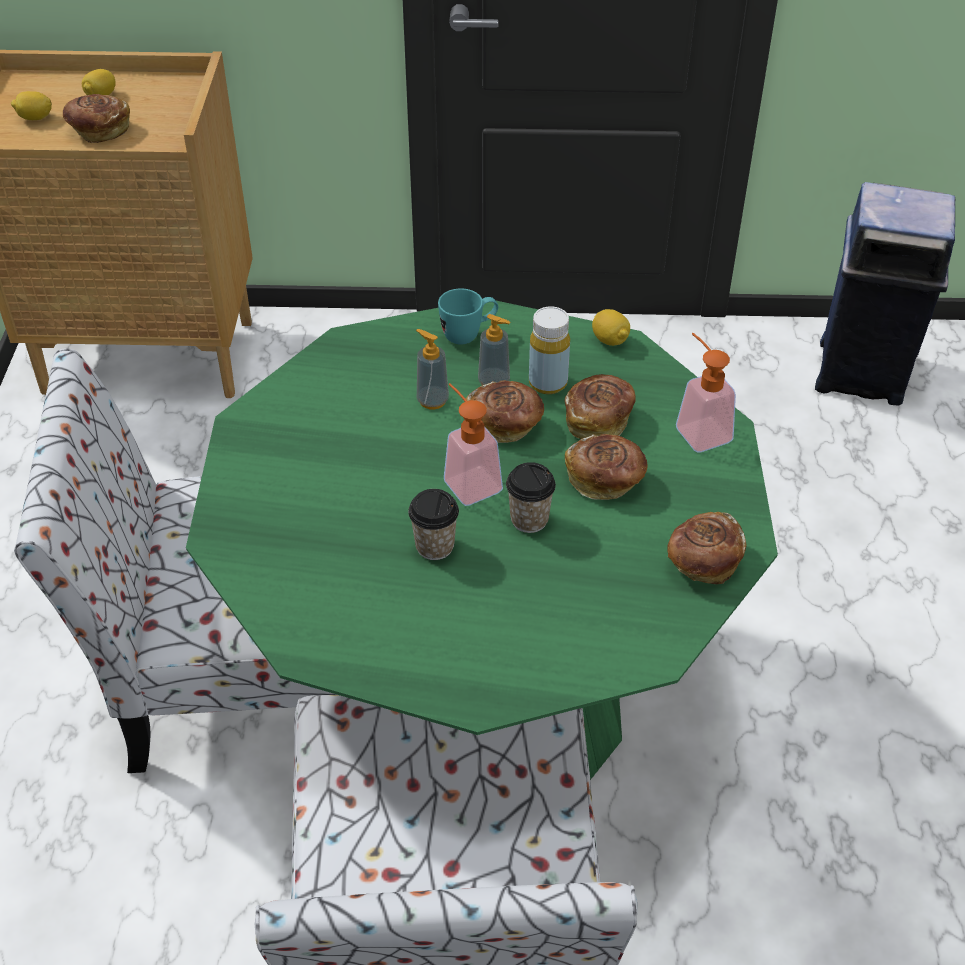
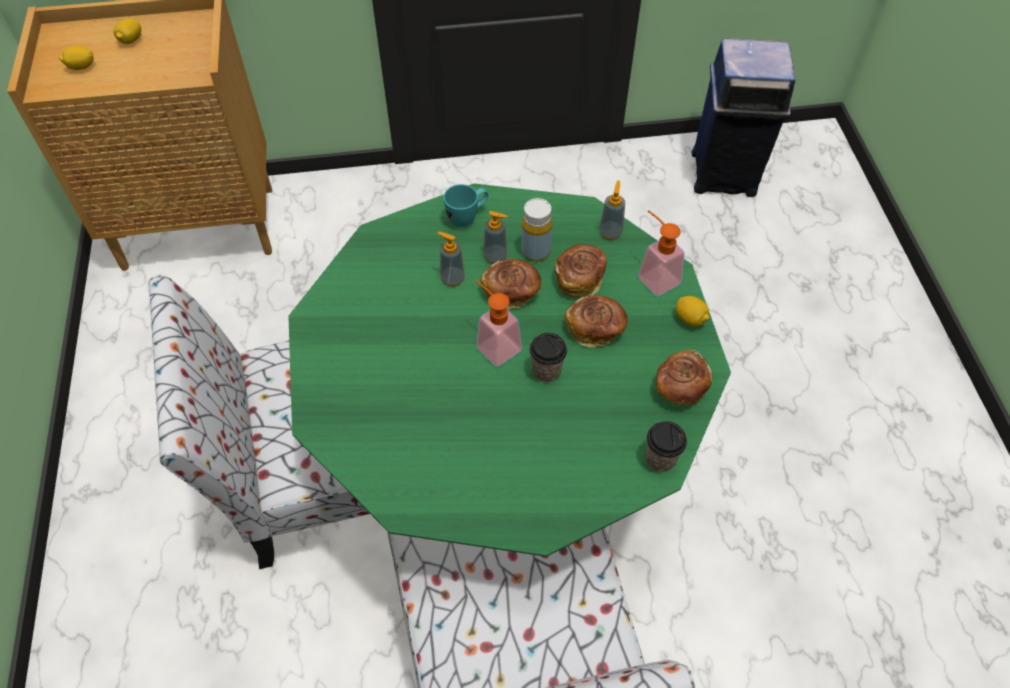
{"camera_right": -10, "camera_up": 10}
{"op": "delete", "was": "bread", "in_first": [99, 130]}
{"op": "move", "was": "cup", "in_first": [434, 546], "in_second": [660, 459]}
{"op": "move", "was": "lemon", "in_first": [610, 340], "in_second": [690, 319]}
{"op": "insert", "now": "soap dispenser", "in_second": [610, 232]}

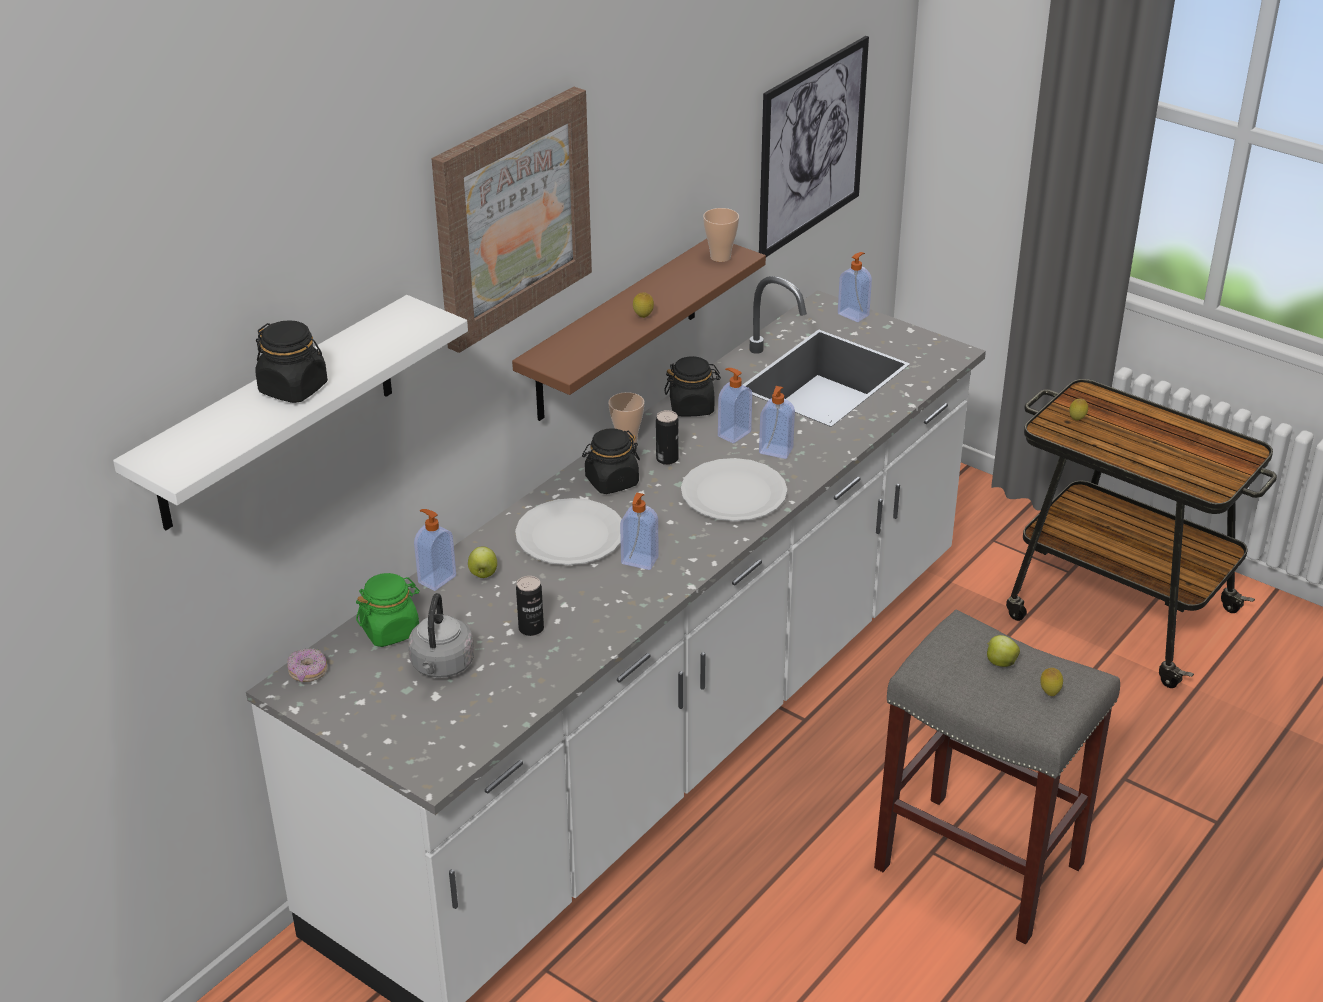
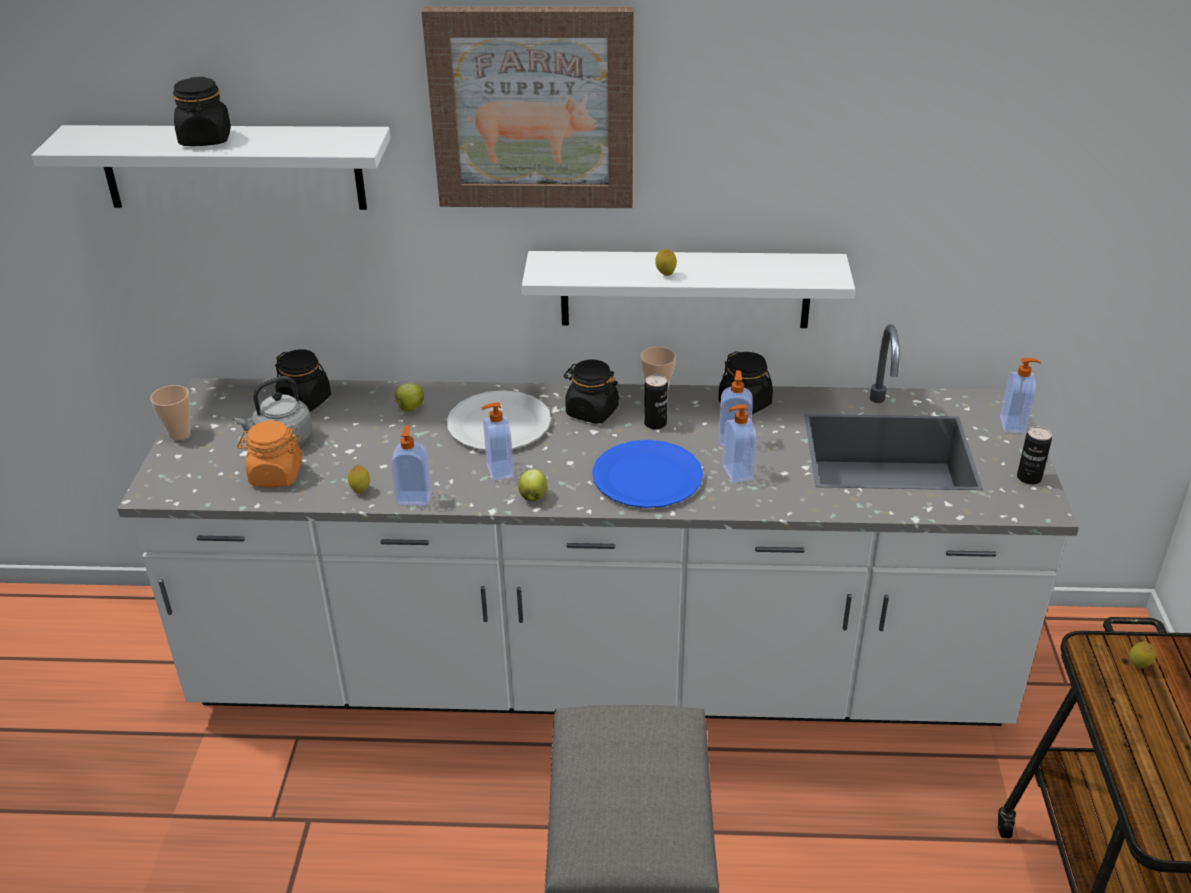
{"camera_right": 55, "camera_up": 0}
{"op": "delete", "was": "donut", "in_first": [308, 672]}
{"op": "recolor", "was": "green jar", "now": "black jar", "in_first": [391, 630], "in_second": [305, 401]}
{"op": "move", "was": "soap dispenser", "in_first": [436, 579], "in_second": [414, 497]}
{"op": "recolor", "was": "brown shelf", "now": "white shelf", "in_first": [617, 330], "in_second": [685, 289]}
{"op": "move", "was": "can", "in_first": [531, 628], "in_second": [1029, 478]}
{"op": "recolor", "was": "white plate", "now": "blue plate", "in_first": [733, 493], "in_second": [647, 477]}
{"op": "move", "was": "cup", "in_first": [720, 257], "in_second": [179, 434]}
{"op": "delete", "was": "picture", "in_first": [812, 147]}
{"op": "move", "was": "apple", "in_first": [1000, 662], "in_second": [533, 496]}
{"op": "move", "was": "lemon", "in_first": [1049, 693], "in_second": [360, 491]}
{"op": "insert", "now": "orange jar", "in_second": [275, 476]}

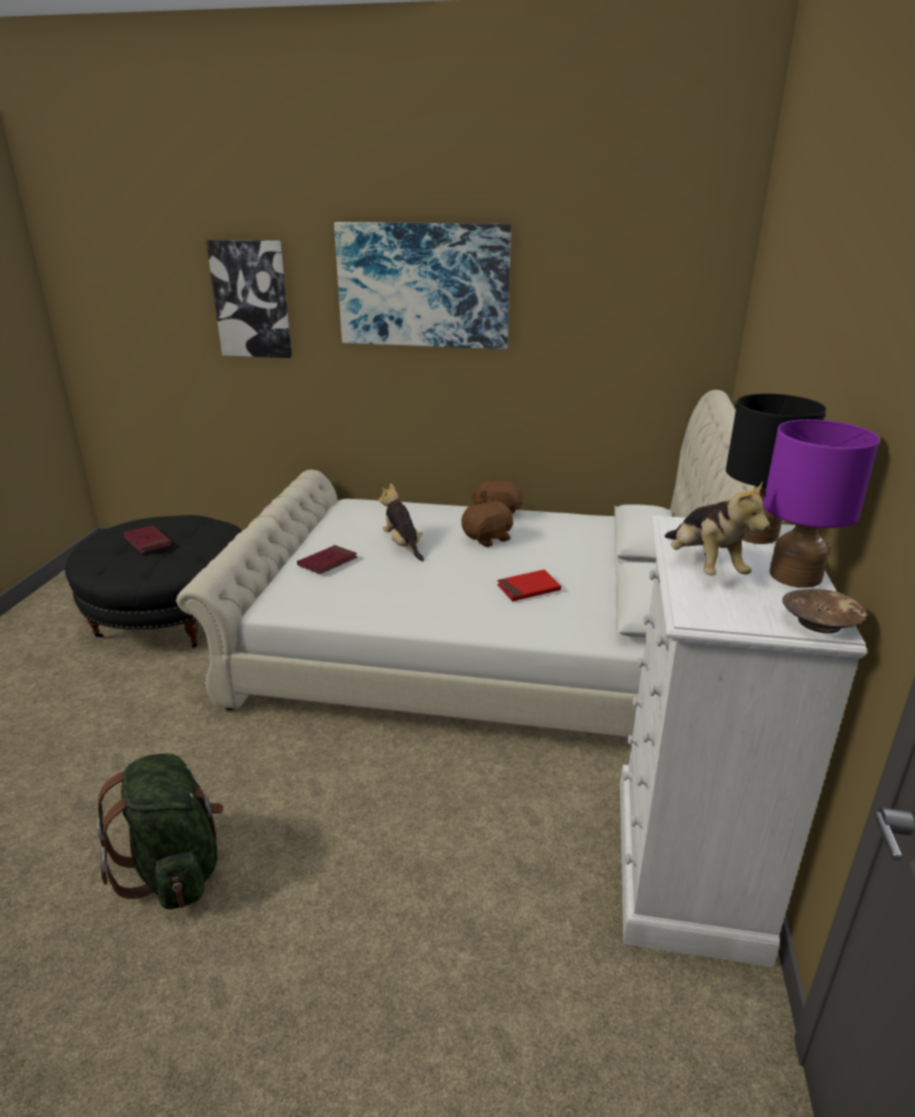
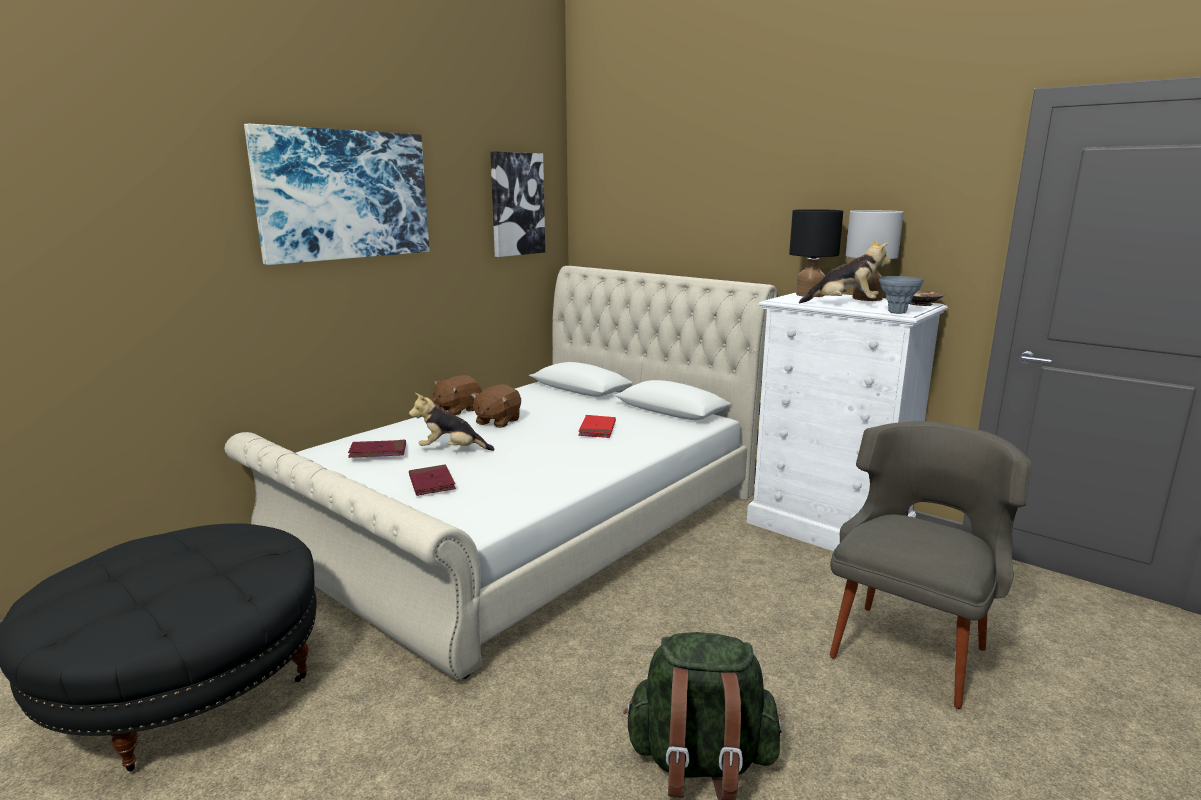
{"camera_right": -60, "camera_up": -10}
{"op": "move", "was": "red book", "in_first": [148, 542], "in_second": [378, 452]}
{"op": "move", "was": "picture", "in_first": [251, 299], "in_second": [516, 204]}
{"op": "rotate", "was": "brown plush toy", "in_first": [488, 539], "in_second": [497, 421], "clockwise": -150}
{"op": "recolor", "was": "purple table lamp", "now": "grey table lamp", "in_first": [794, 576], "in_second": [867, 299]}
{"op": "insert", "now": "grey chair", "in_second": [907, 654]}
{"op": "insert", "now": "grey vase", "in_second": [897, 312]}

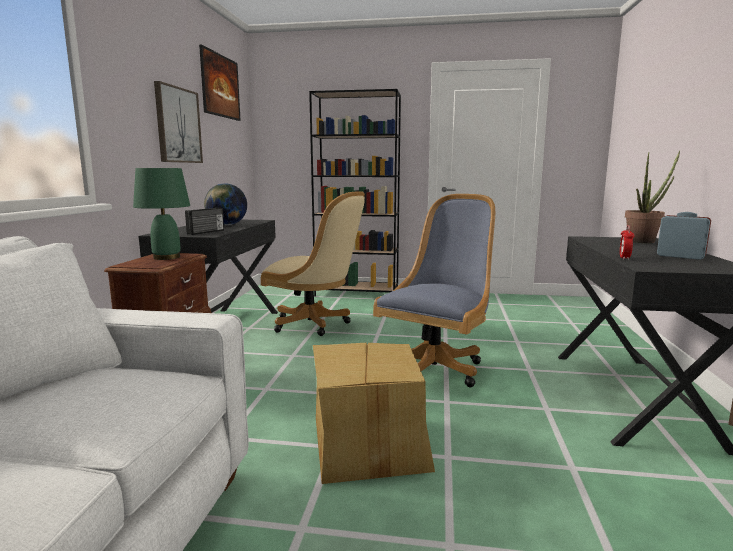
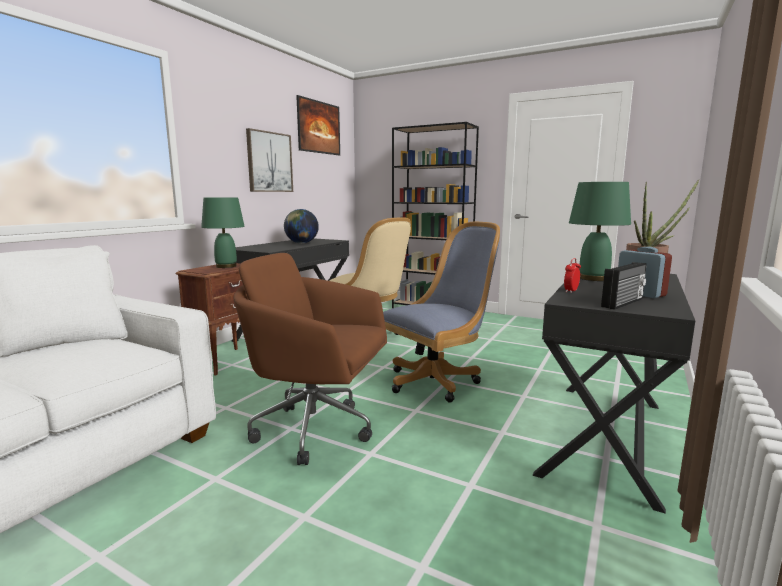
{"camera_right": 20, "camera_up": 0}
{"op": "move", "was": "radio", "in_first": [206, 232], "in_second": [624, 303]}
{"op": "replace", "was": "cardboard box", "now": "brown office chair", "in_first": [369, 444], "in_second": [319, 432]}
{"op": "insert", "now": "green table lamp", "in_second": [593, 278]}

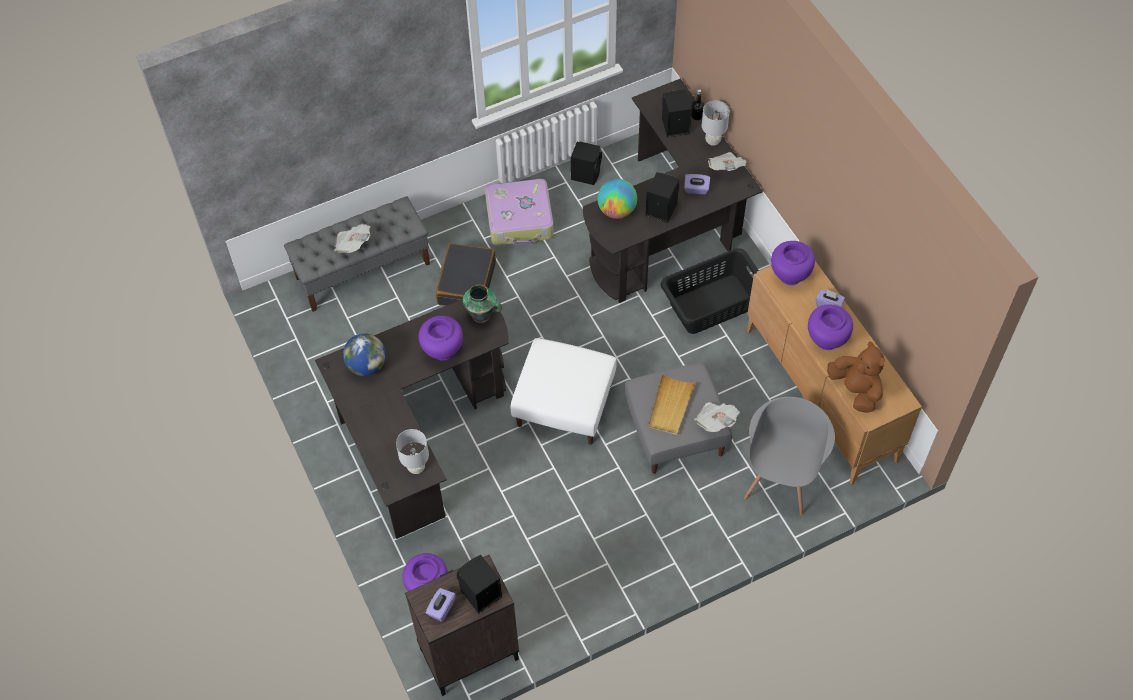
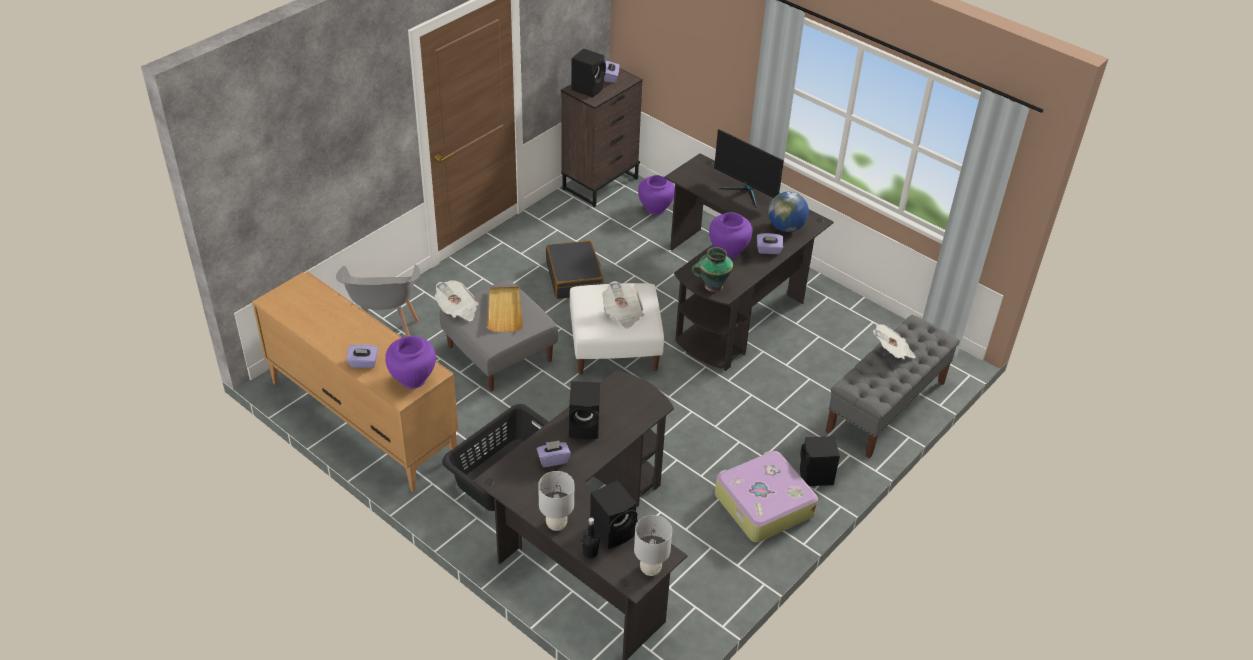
{"camera_right": 155, "camera_up": -15}
{"op": "move", "was": "grey table lamp", "in_first": [417, 468], "in_second": [649, 569]}
{"op": "move", "was": "black suitcase", "in_first": [466, 283], "in_second": [574, 278]}
{"op": "move", "was": "black speaker", "in_first": [586, 173], "in_second": [816, 476]}
{"op": "delete", "was": "globe", "in_first": [616, 211]}
{"op": "move", "was": "newspaper", "in_first": [726, 168], "in_second": [622, 313]}
{"op": "delete", "was": "purple vase", "in_first": [826, 341]}
{"op": "delete", "was": "brown plush toy", "in_first": [855, 390]}
{"op": "insert", "now": "monitor", "in_second": [746, 192]}
{"op": "insert", "now": "purple tissue box", "in_second": [768, 250]}

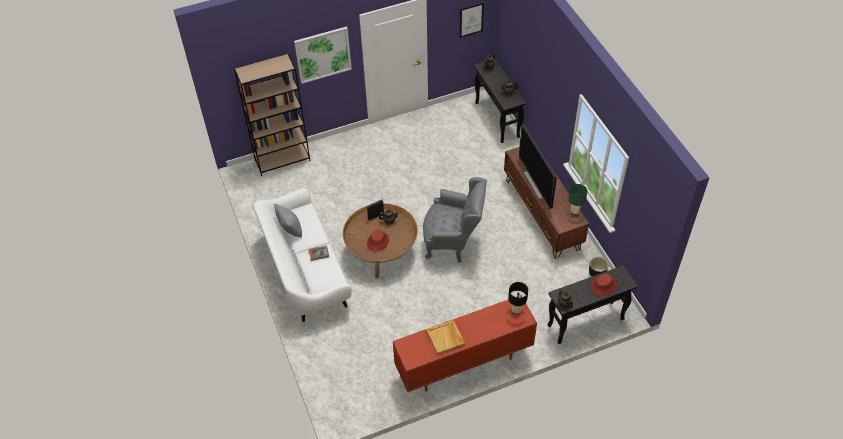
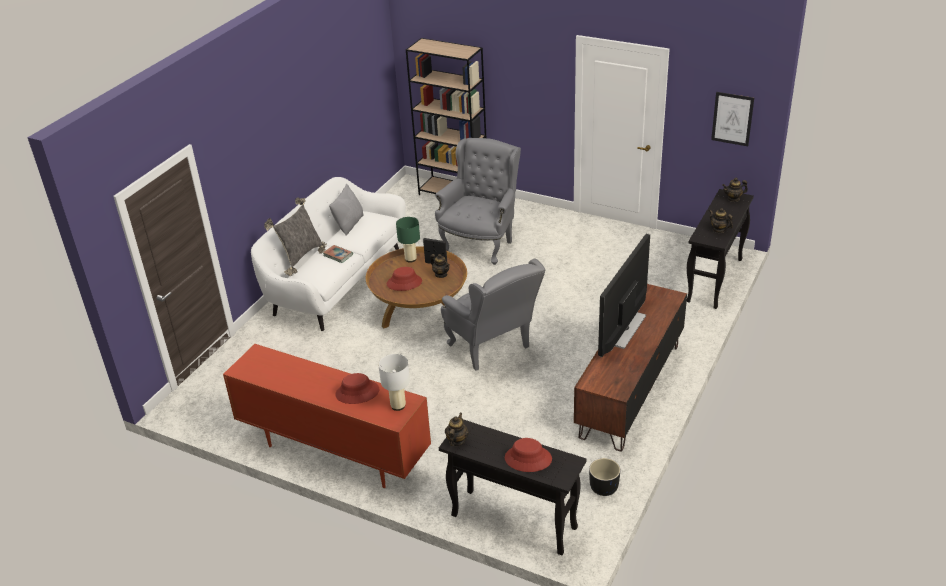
{"camera_right": 50, "camera_up": -15}
{"op": "delete", "was": "picture", "in_first": [323, 54]}
{"op": "delete", "was": "beige tray", "in_first": [445, 338]}
{"op": "recolor", "was": "black table lamp", "now": "white table lamp", "in_first": [516, 310], "in_second": [398, 405]}
{"op": "move", "was": "green table lamp", "in_first": [574, 212], "in_second": [410, 259]}
{"op": "insert", "now": "pillow", "in_second": [300, 261]}
{"op": "insert", "now": "red hat", "in_second": [357, 392]}
{"op": "insert", "now": "grey armchair", "in_second": [481, 243]}

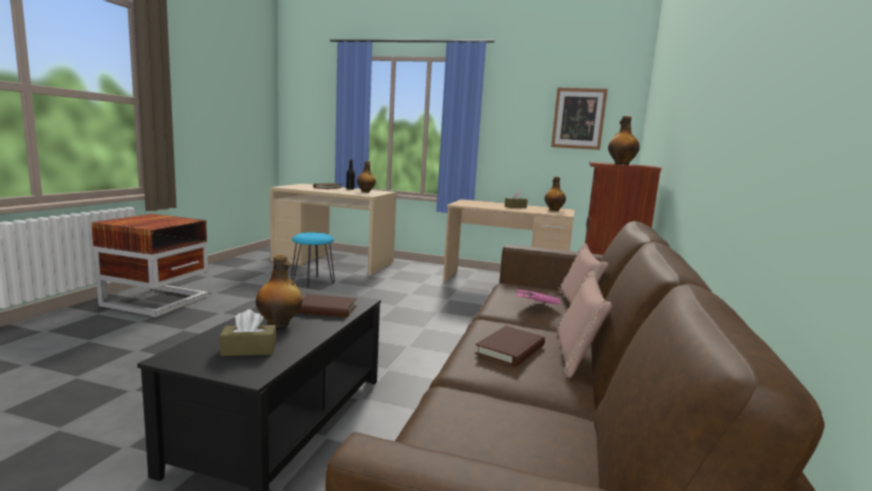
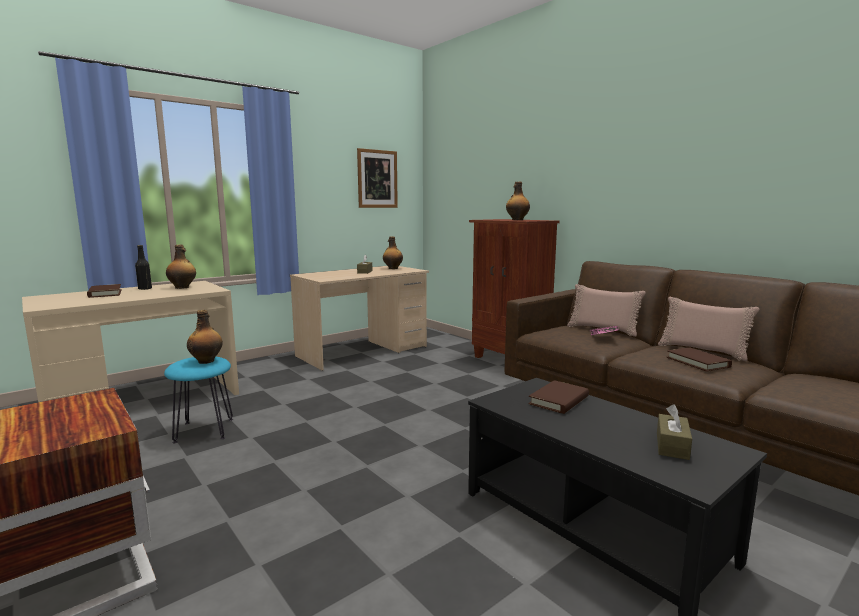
{"camera_right": -55, "camera_up": 0}
{"op": "move", "was": "bottle", "in_first": [279, 323], "in_second": [207, 361]}

